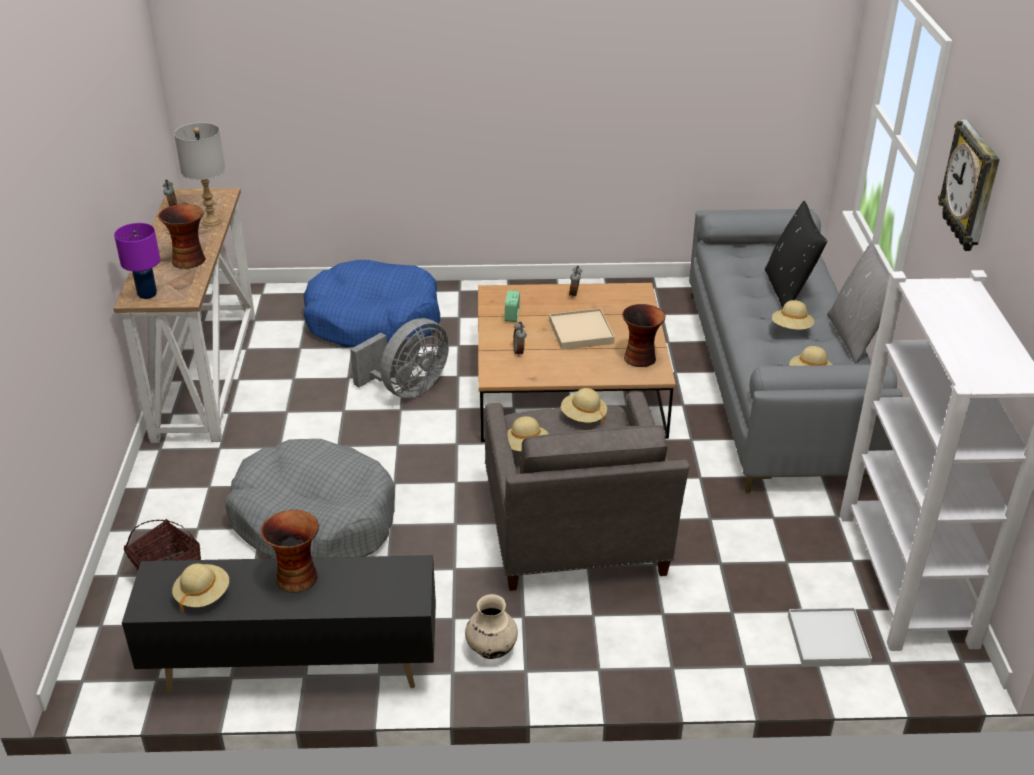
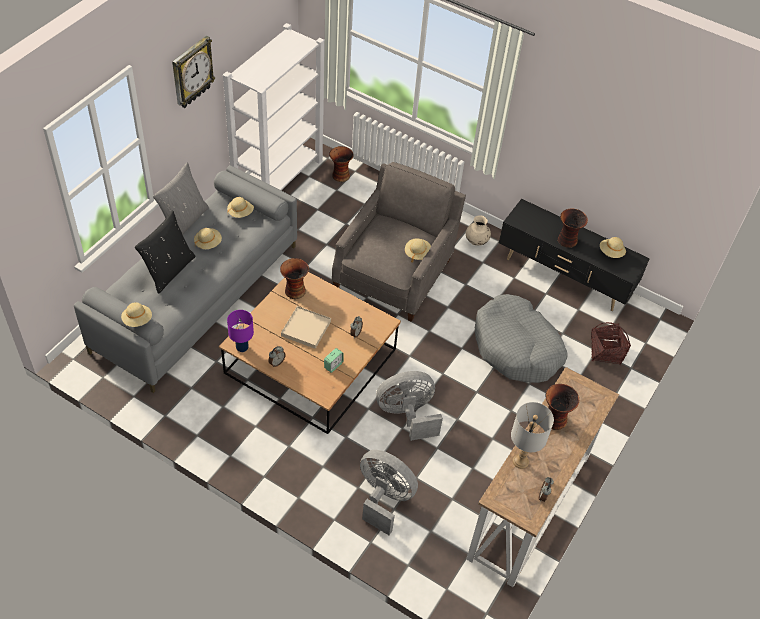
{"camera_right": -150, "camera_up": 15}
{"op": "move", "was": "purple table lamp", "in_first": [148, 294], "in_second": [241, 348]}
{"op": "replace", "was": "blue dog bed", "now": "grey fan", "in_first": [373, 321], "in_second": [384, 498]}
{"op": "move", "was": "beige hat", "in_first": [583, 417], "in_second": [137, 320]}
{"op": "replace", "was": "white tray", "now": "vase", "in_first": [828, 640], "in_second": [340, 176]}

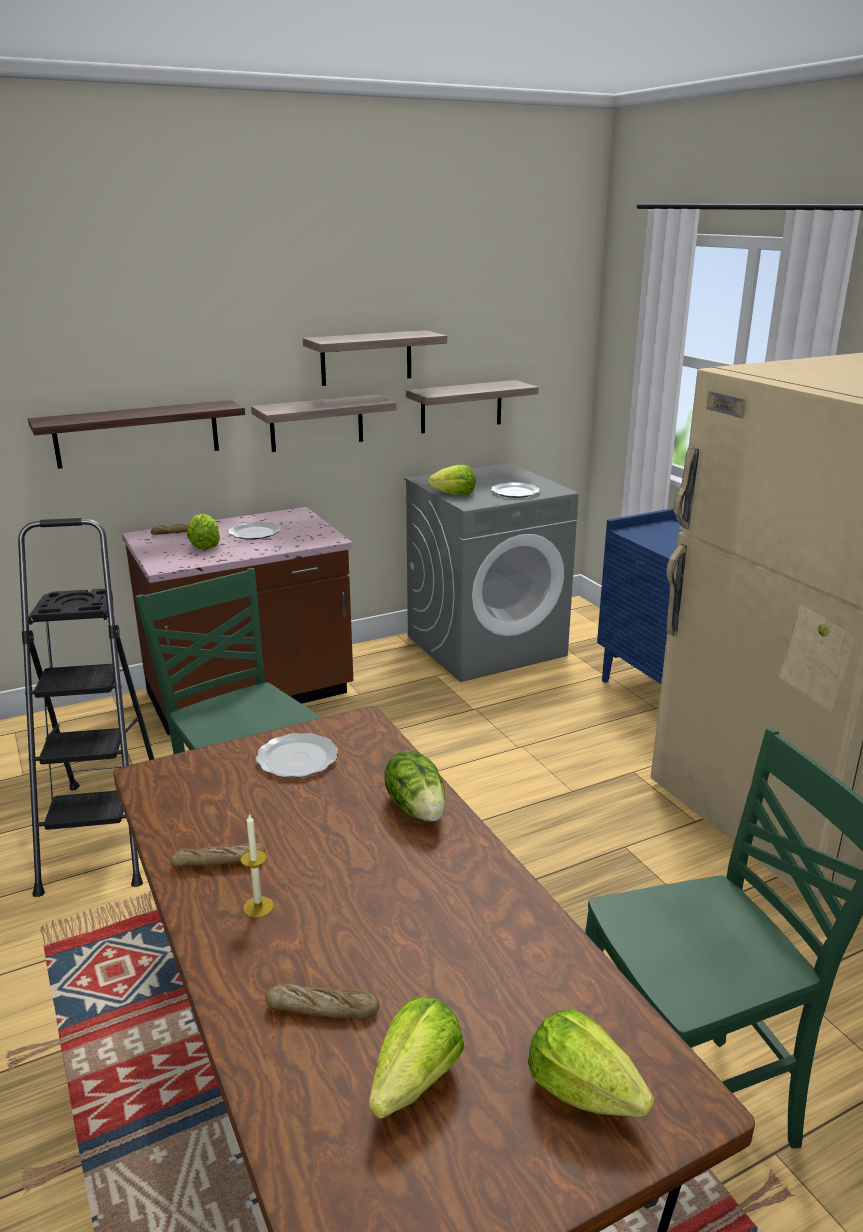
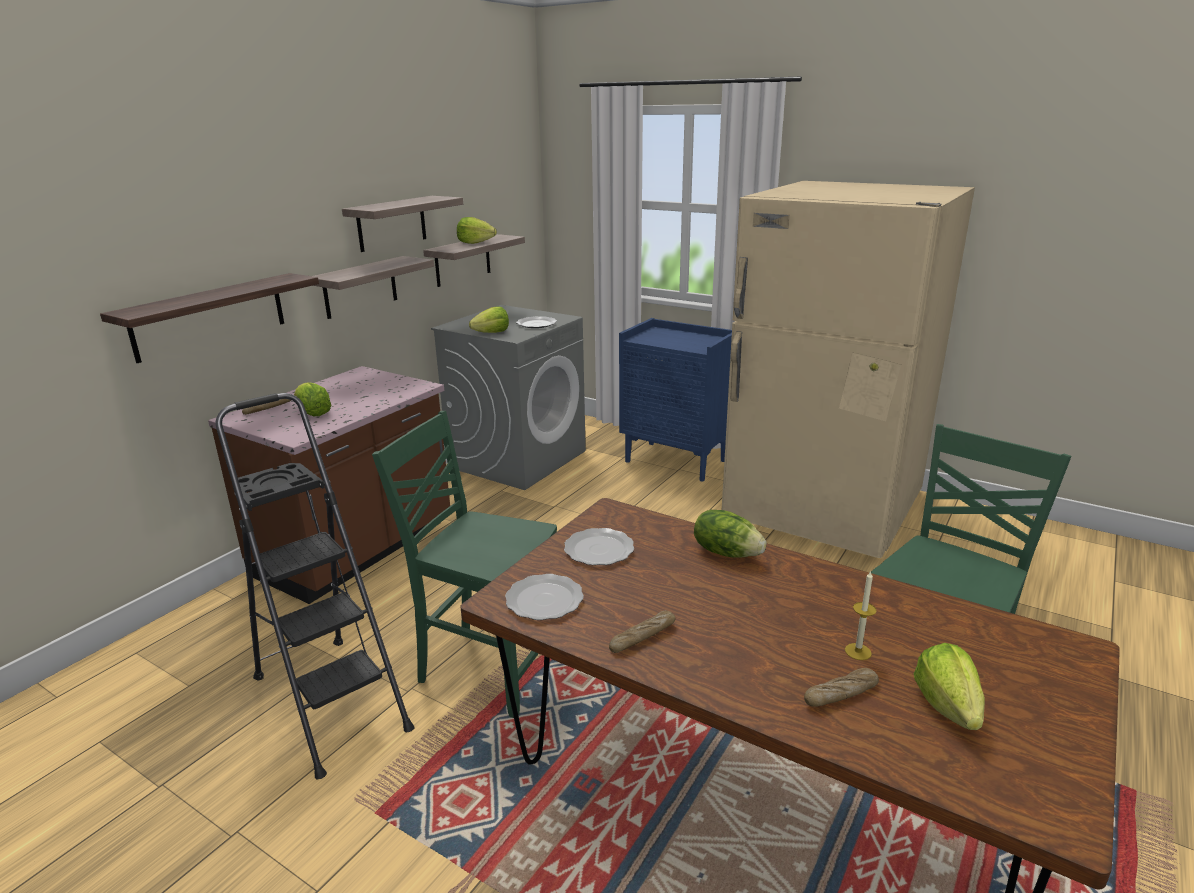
{"camera_right": -30, "camera_up": 0}
{"op": "move", "was": "plate", "in_first": [255, 533], "in_second": [545, 599]}
{"op": "move", "was": "candle", "in_first": [258, 907], "in_second": [858, 651]}
{"op": "move", "was": "lettuce", "in_first": [583, 1091], "in_second": [475, 243]}

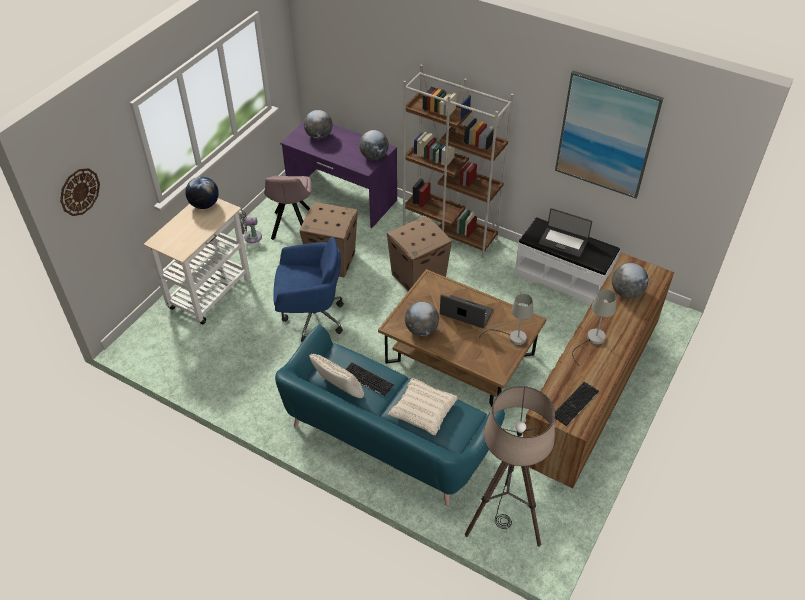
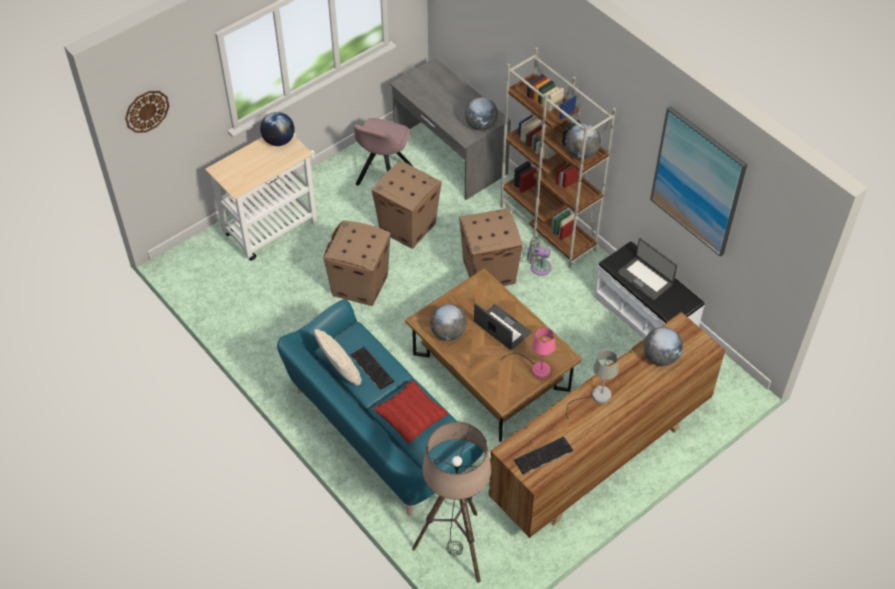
{"camera_right": 20, "camera_up": 5}
{"op": "move", "was": "grey fan", "in_first": [250, 237], "in_second": [538, 267]}
{"op": "replace", "was": "blue office chair", "now": "cardboard box", "in_first": [311, 319], "in_second": [359, 286]}
{"op": "recolor", "was": "purple desk", "now": "grey desk", "in_first": [341, 198], "in_second": [449, 155]}
{"op": "move", "was": "globe", "in_first": [319, 136], "in_second": [581, 153]}
{"op": "recolor", "was": "beige pillow", "now": "red pillow", "in_first": [423, 410], "in_second": [411, 415]}
{"op": "recolor", "was": "grey table lamp", "now": "pink table lamp", "in_first": [512, 337], "in_second": [536, 368]}

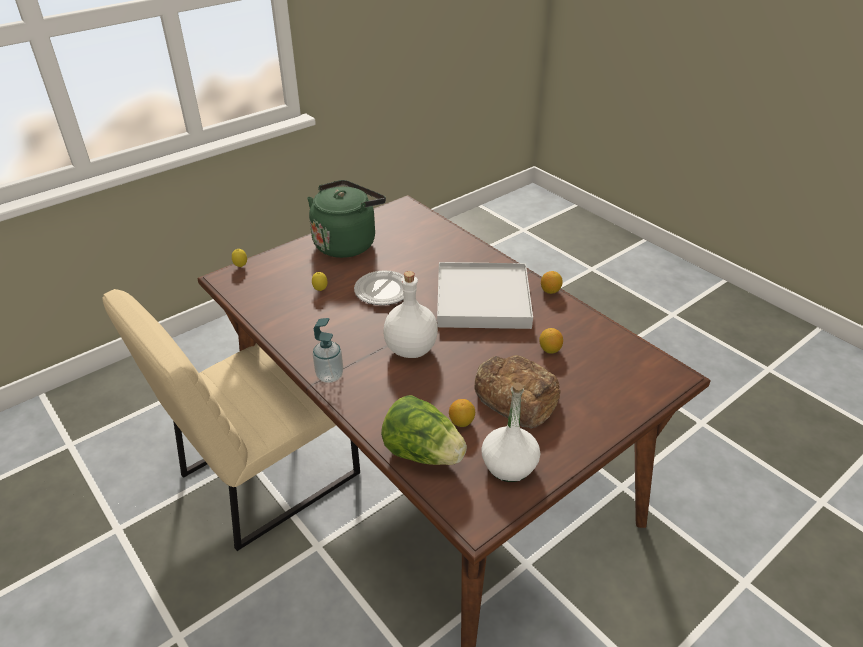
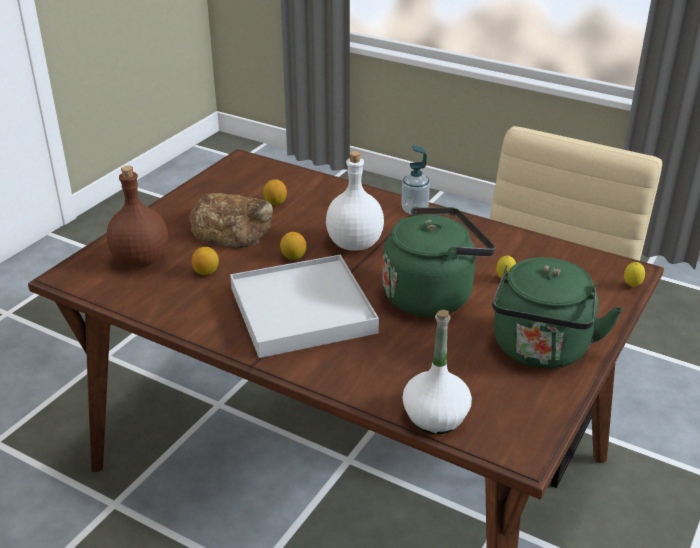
{"camera_right": 160, "camera_up": -5}
{"op": "replace", "was": "plate", "now": "green kettle", "in_first": [382, 290], "in_second": [432, 295]}
{"op": "delete", "was": "lettuce", "in_first": [423, 453]}
{"op": "move", "was": "white bottle", "in_first": [509, 465], "in_second": [435, 417]}
{"op": "move", "was": "lemon", "in_first": [550, 291], "in_second": [293, 257]}
{"op": "insert", "now": "brown bottle", "in_second": [140, 260]}

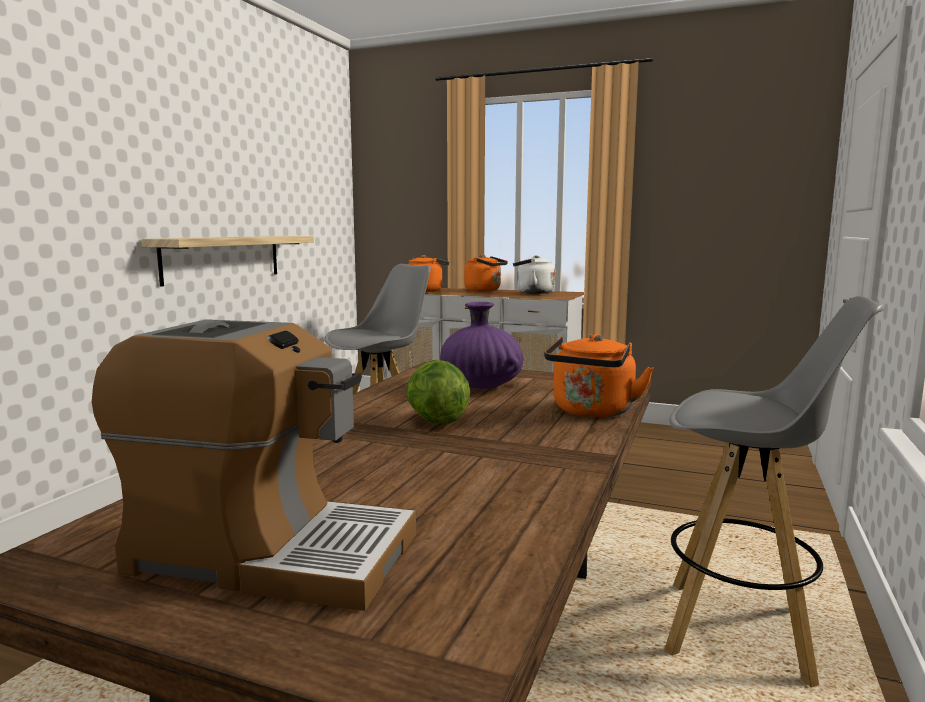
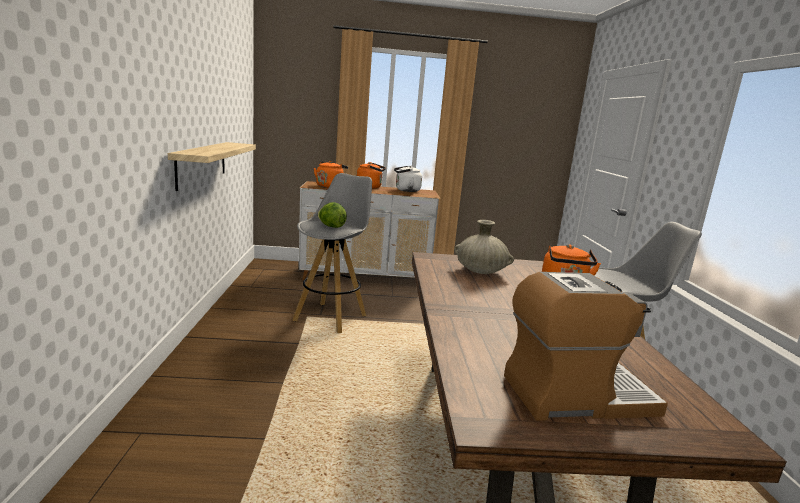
{"camera_right": -25, "camera_up": 5}
{"op": "move", "was": "lettuce", "in_first": [435, 421], "in_second": [331, 227]}
{"op": "recolor", "was": "purple vase", "now": "beige vase", "in_first": [481, 386], "in_second": [480, 272]}

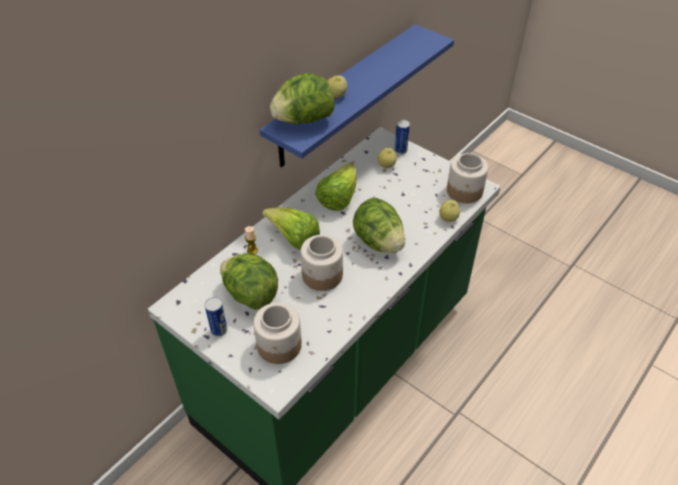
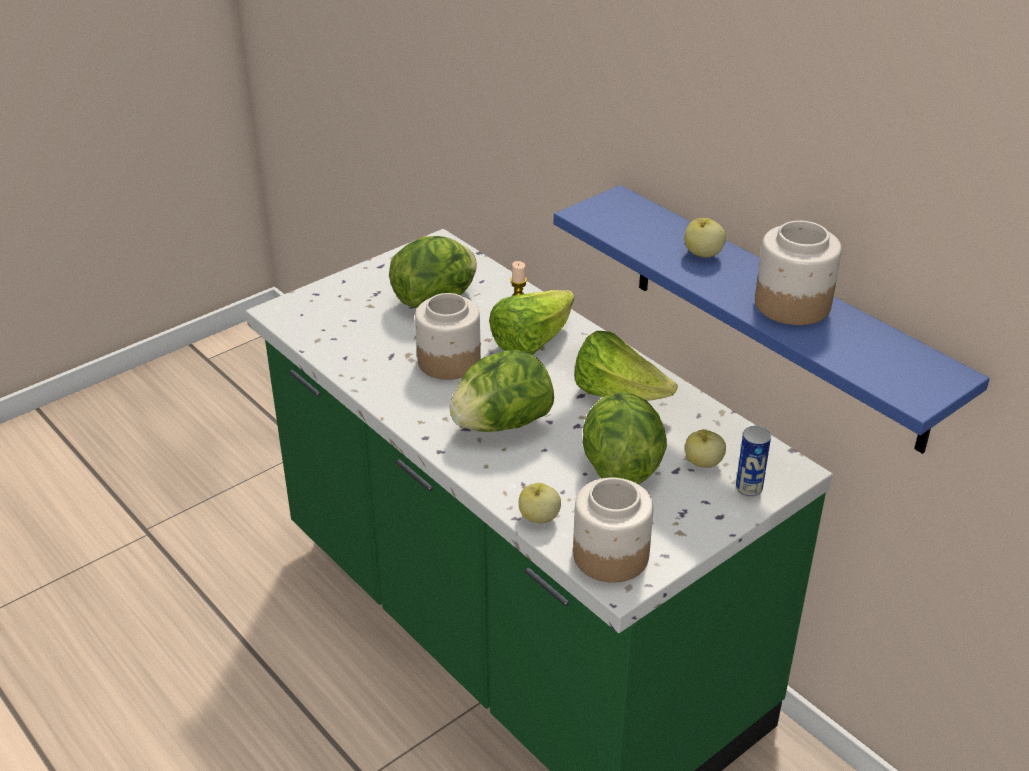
{"camera_right": 100, "camera_up": -10}
{"op": "delete", "was": "can", "in_first": [219, 330]}
{"op": "move", "was": "jar", "in_first": [279, 345], "in_second": [791, 305]}
{"op": "move", "was": "lettuce", "in_first": [303, 120], "in_second": [619, 466]}

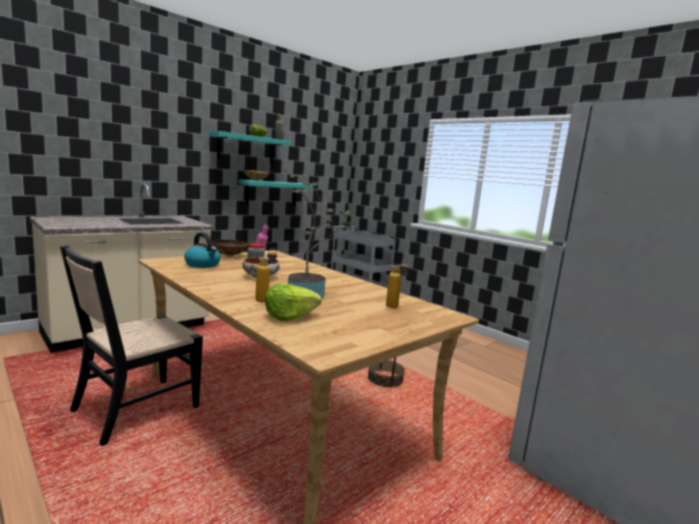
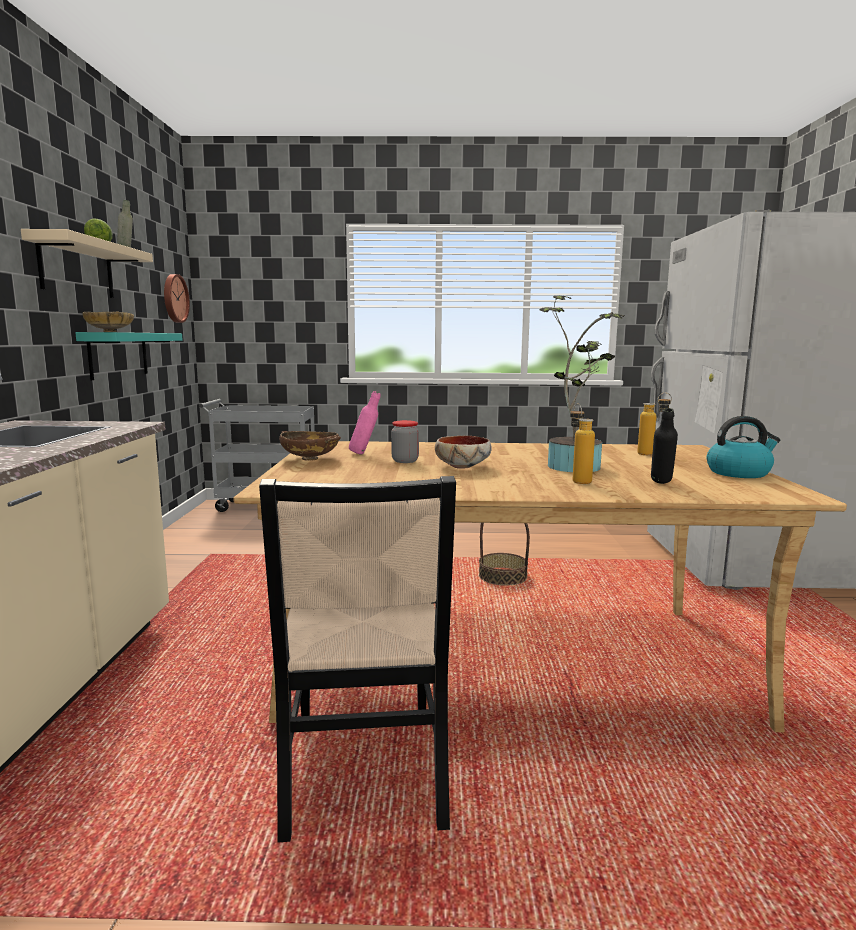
{"camera_right": -45, "camera_up": 0}
{"op": "move", "was": "kettle", "in_first": [203, 265], "in_second": [739, 473]}
{"op": "recolor", "was": "turquoise shelf", "now": "beige shelf", "in_first": [246, 148], "in_second": [77, 268]}
{"op": "replace", "was": "lettuce", "now": "black bottle", "in_first": [289, 316], "in_second": [661, 484]}
{"op": "insert", "now": "wall clock", "in_second": [174, 298]}

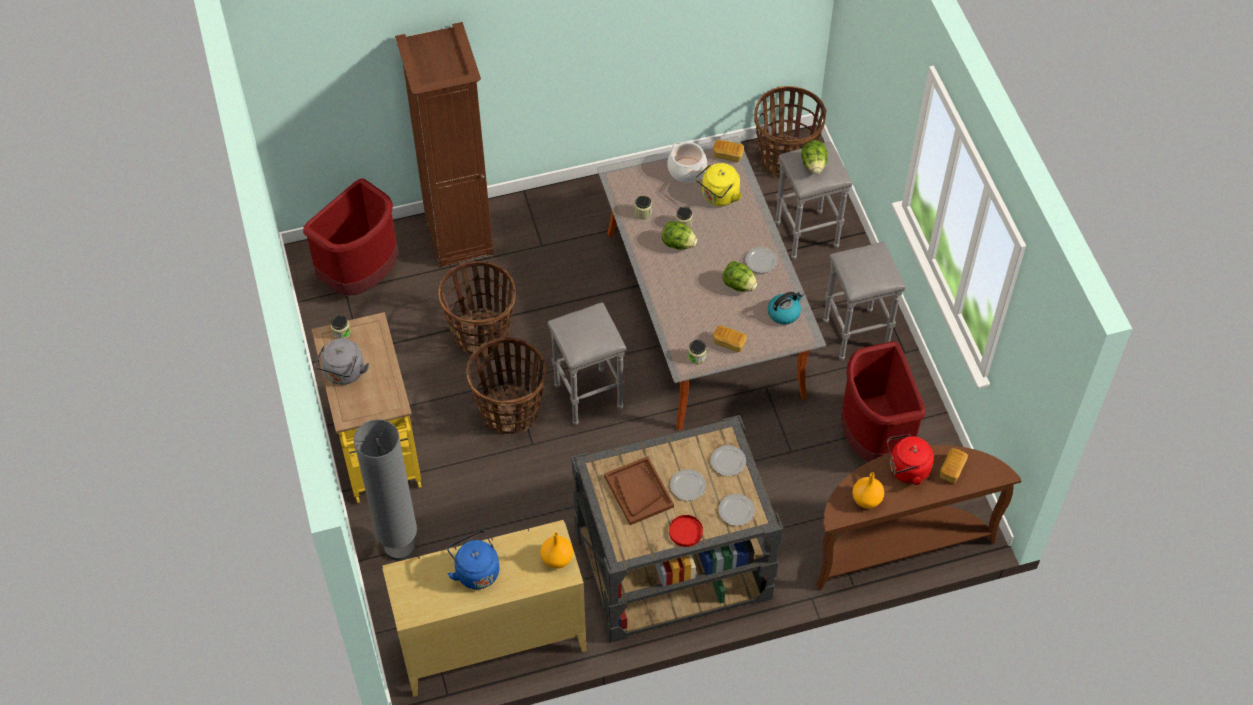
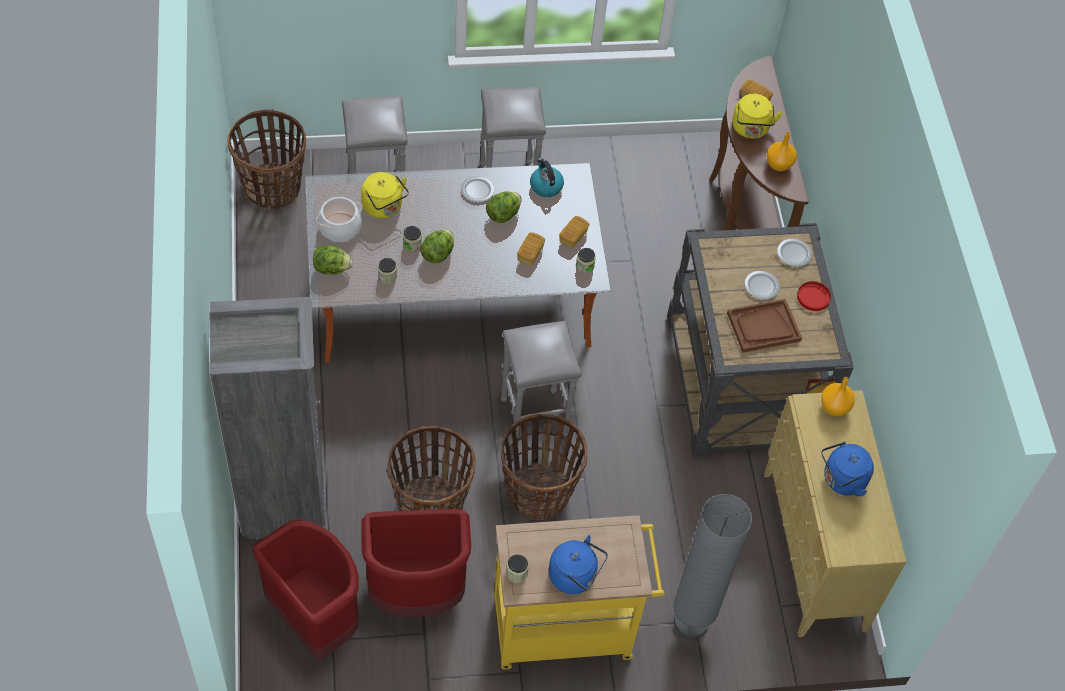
{"camera_right": -85, "camera_up": 0}
{"op": "recolor", "was": "grey kettle", "now": "blue kettle", "in_first": [344, 373], "in_second": [575, 577]}
{"op": "recolor", "was": "brown cabinet", "now": "grey cabinet", "in_first": [460, 235], "in_second": [284, 506]}
{"op": "delete", "was": "plate", "in_first": [728, 462]}
{"op": "move", "was": "bread", "in_first": [727, 155], "in_second": [530, 254]}
{"op": "move", "was": "lettuce", "in_first": [813, 165], "in_second": [331, 268]}
{"op": "move", "was": "red trash can", "in_first": [873, 439], "in_second": [417, 593]}
{"op": "recolor", "was": "red kettle", "now": "yellow kettle", "in_first": [906, 470], "in_second": [751, 129]}

